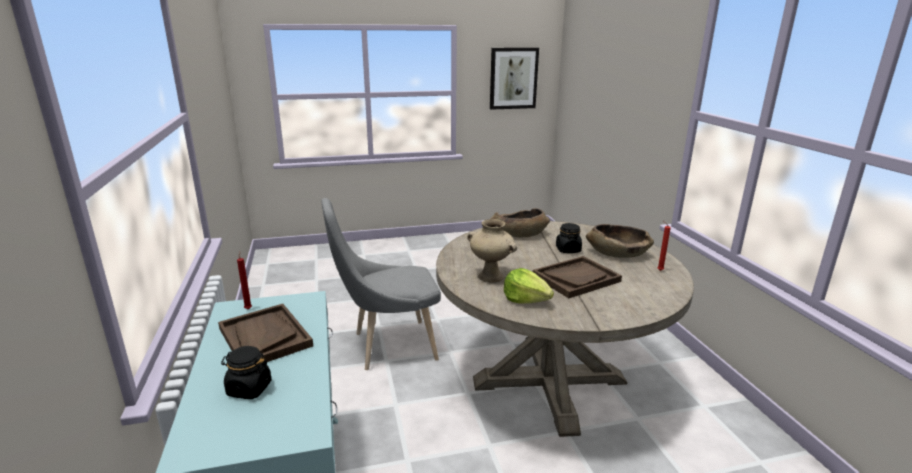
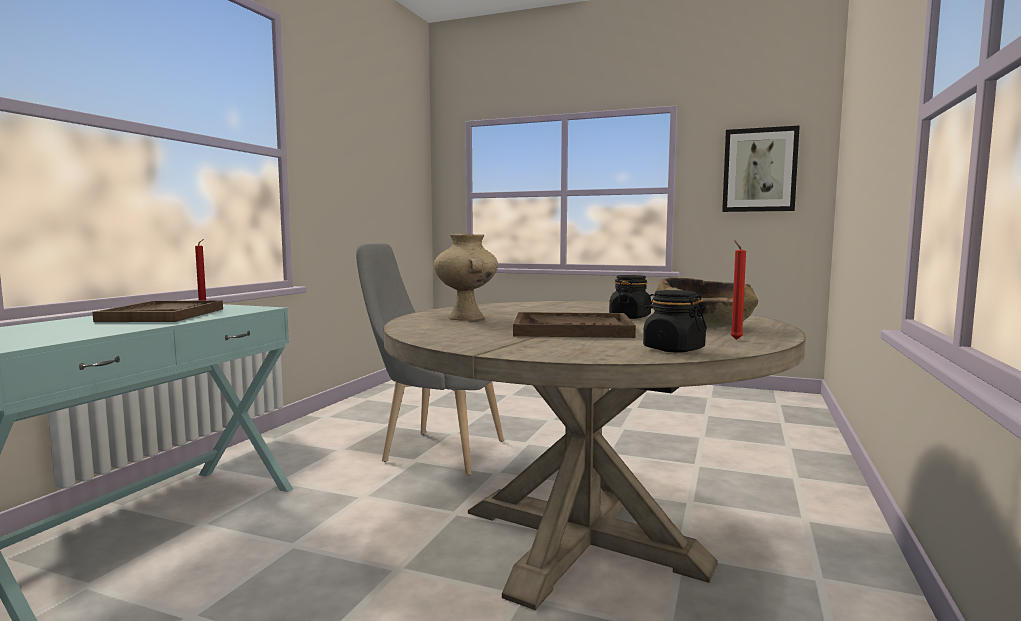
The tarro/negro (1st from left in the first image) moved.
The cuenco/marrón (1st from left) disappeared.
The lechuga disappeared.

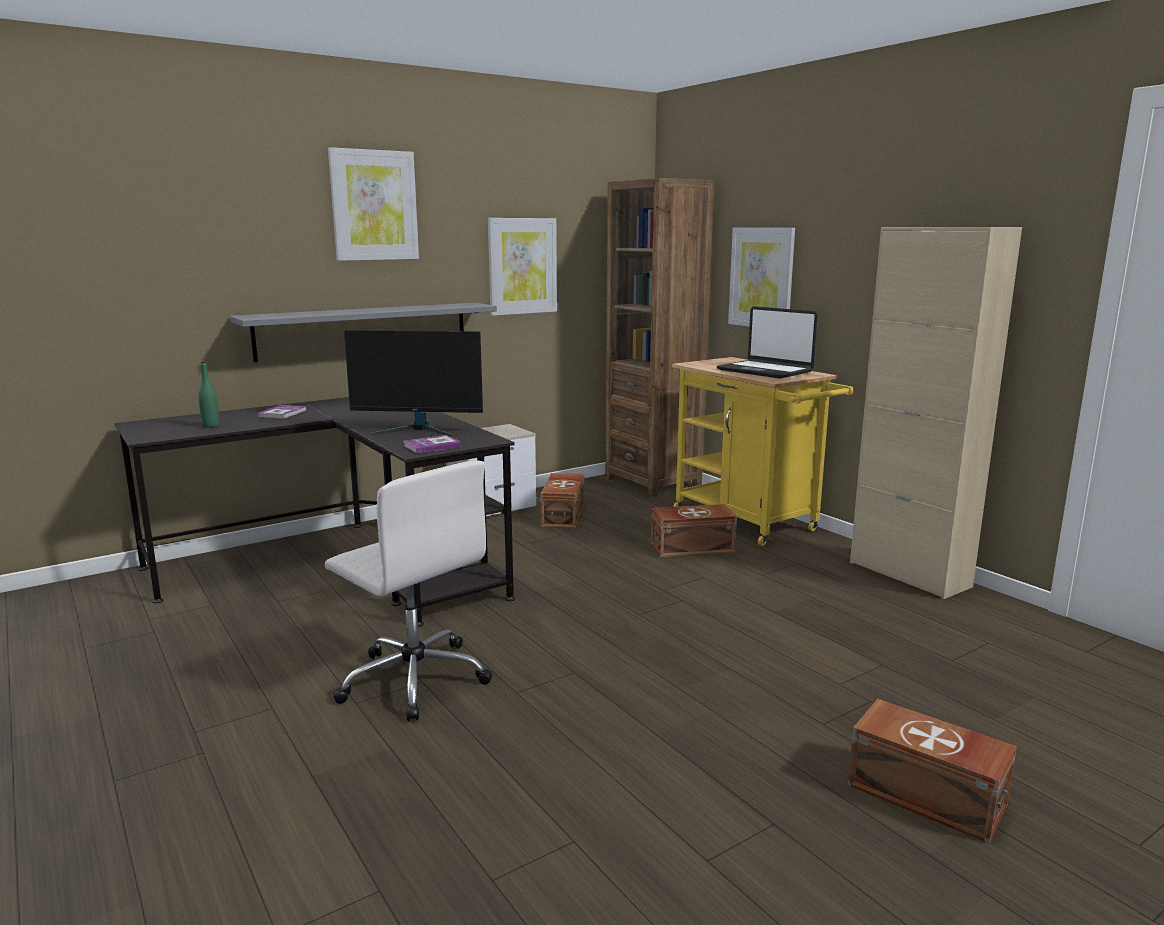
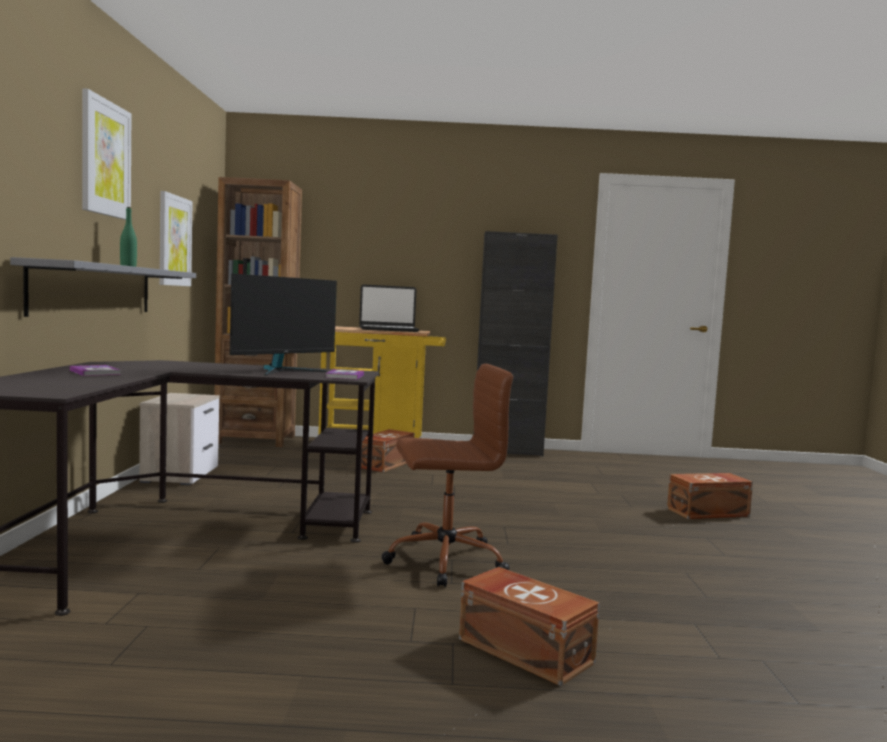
The botella/verde moved.
The silla de oficina/blanco became the silla de oficina/marrón.
The caja de almacenaje/marrón (1st from left in the first image) moved.
The cuadro (3rd from left) disappeared.
The armario/beis became the armario/negro.

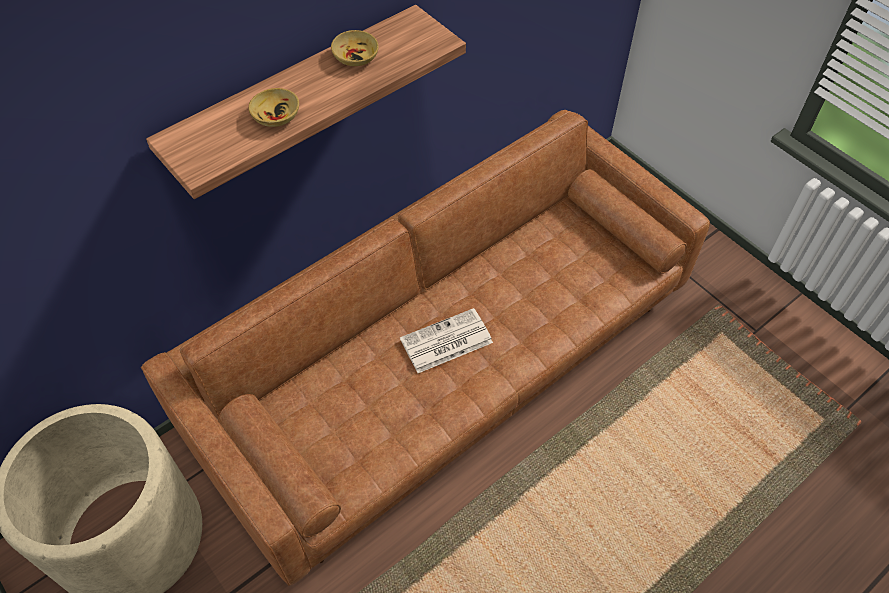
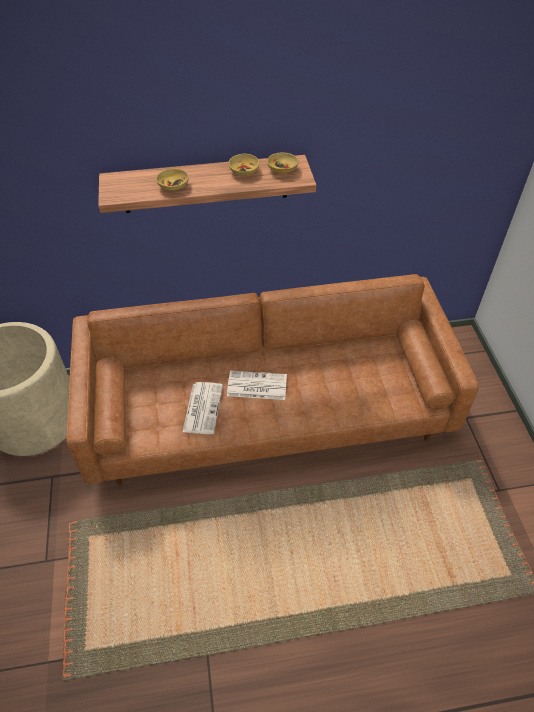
The periódico (1st from left) appeared.
The cuenco/beis (3rd from left) appeared.

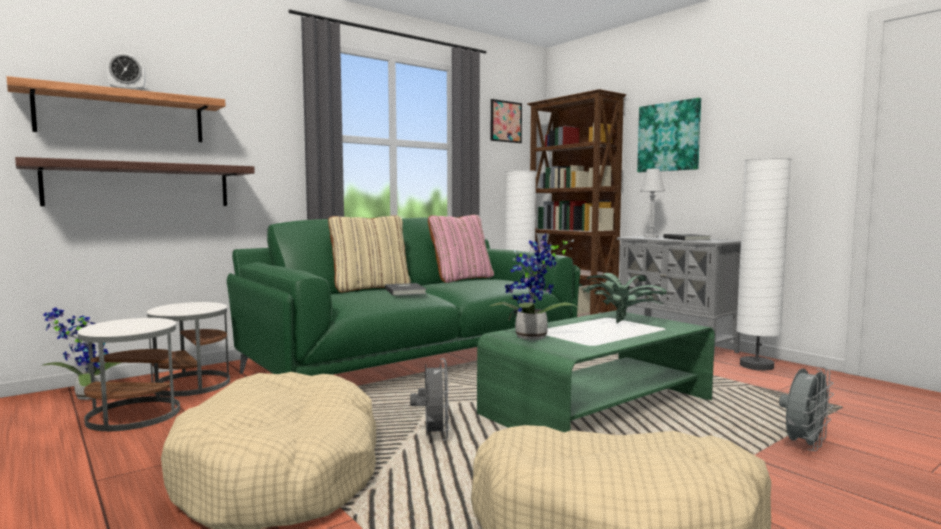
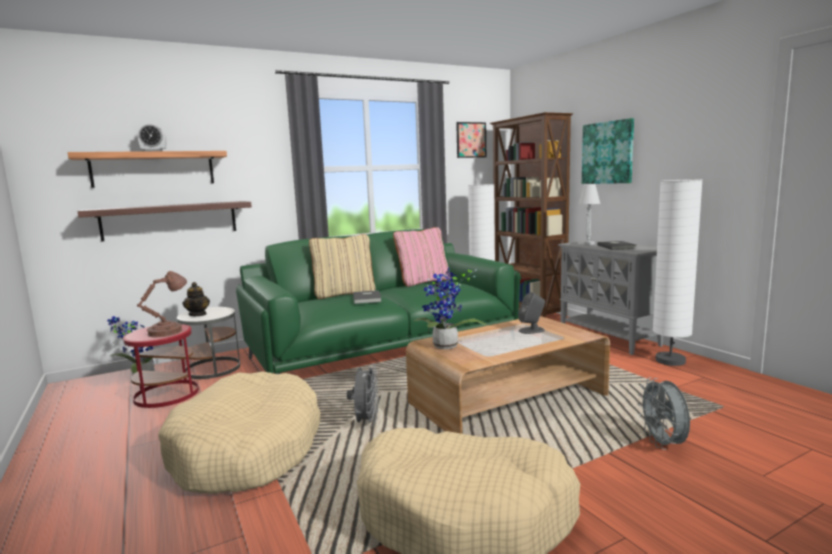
The mesa auxiliar/blanco (1st from left) became the mesa auxiliar/rojo.
The mesa de centro/verde became the mesa de centro/marrón.
The planta en maceta (3rd from left) was replaced by the altavoz/gris.
The ventilador/gris (2nd from left) turned 120 degrees clockwise.
The lámpara de mesa/marrón appeared.
The tetera appeared.

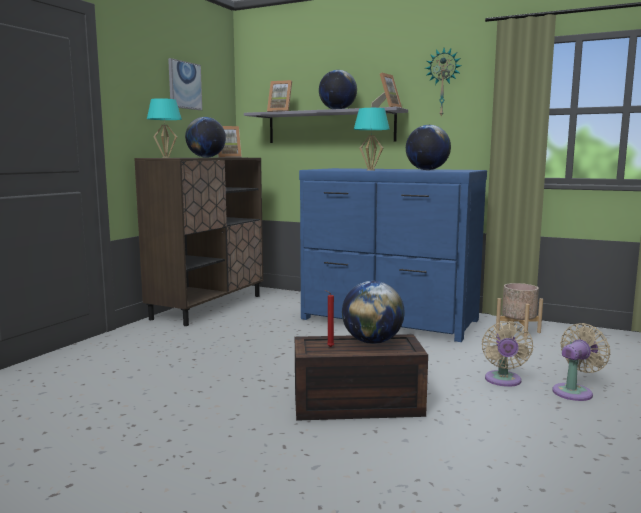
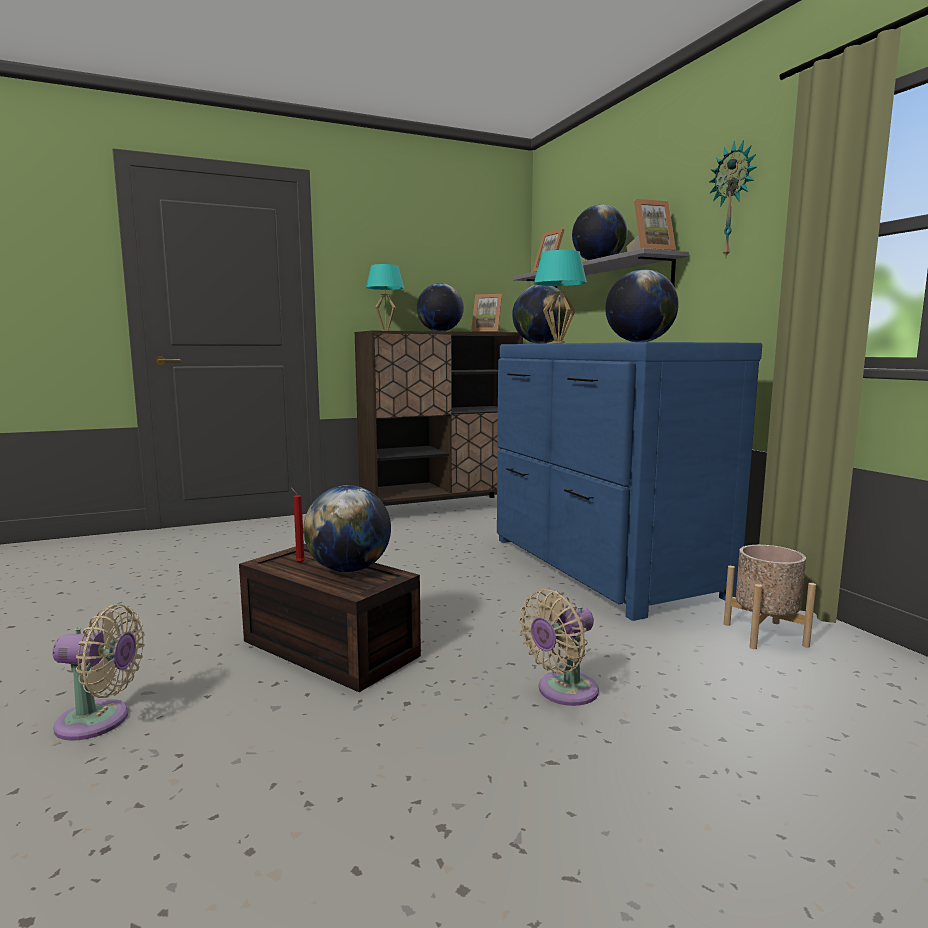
The cuadro disappeared.
The ventilador/beis (2nd from left in the first image) moved.
The globo terráqueo (3rd from left) appeared.

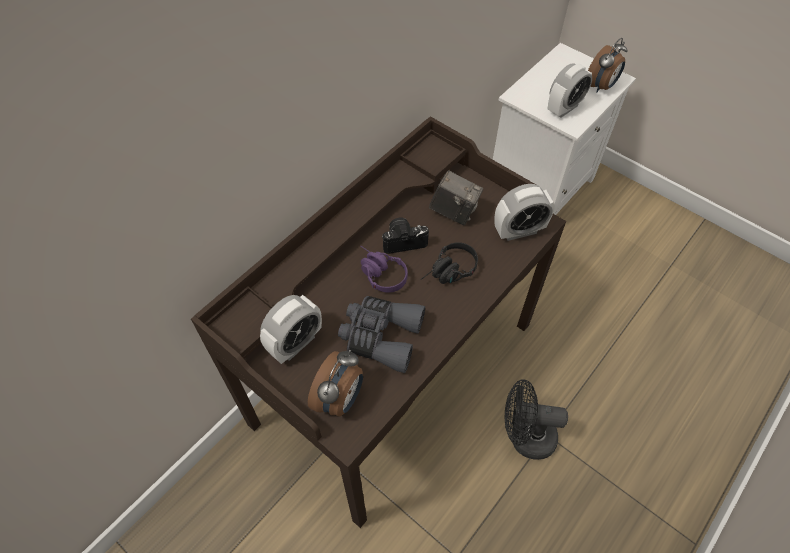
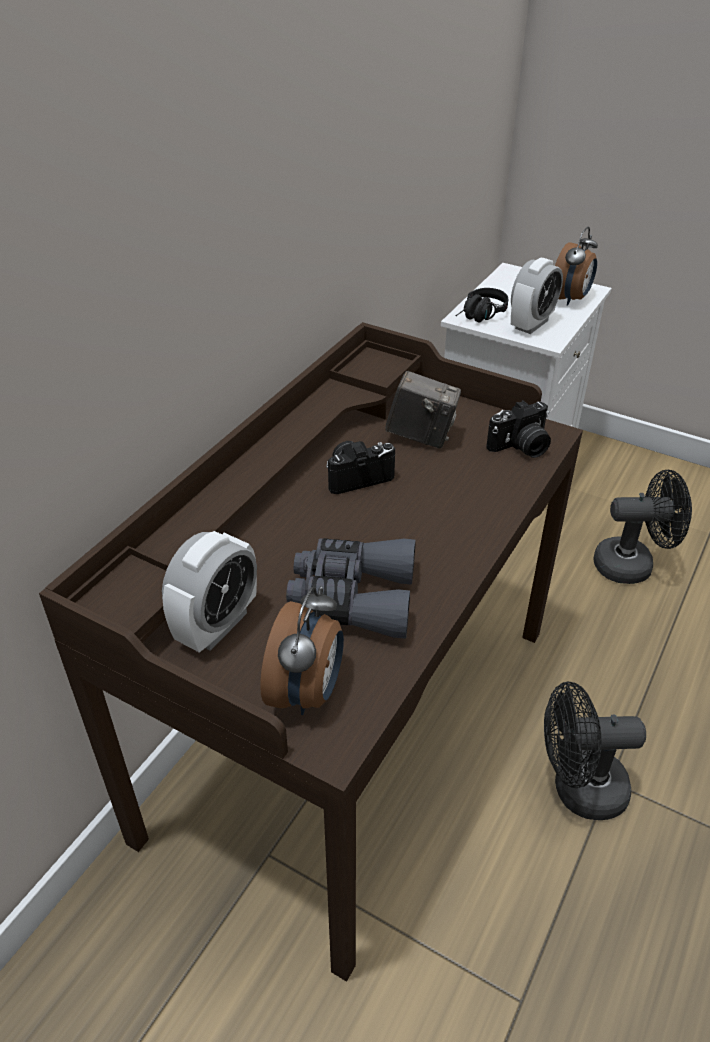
The auriculares/morado disappeared.
The auriculares/negro moved.
The despertador (3rd from left) was replaced by the cámara (3rd from left).
The ventilador/negro (2nd from left) appeared.

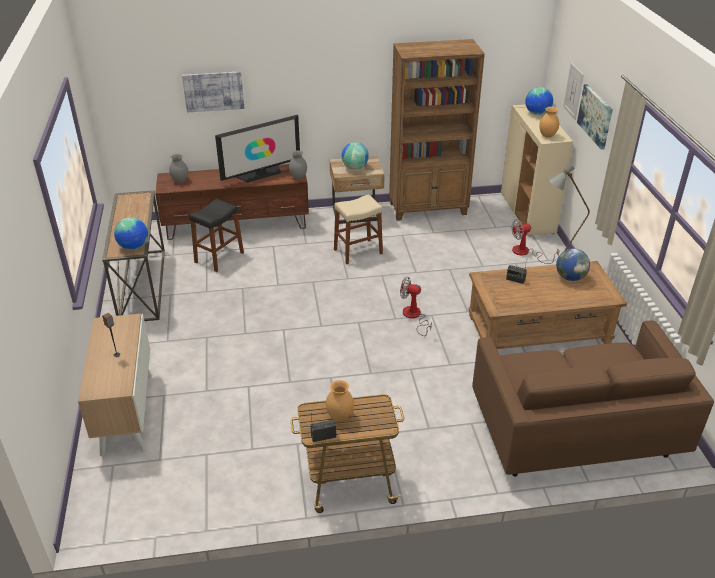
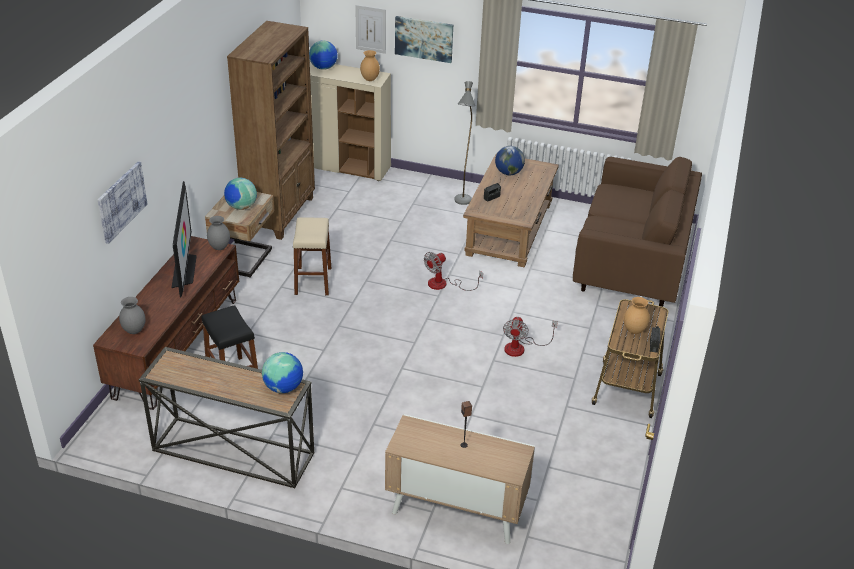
The ventilador (2nd from left) moved.

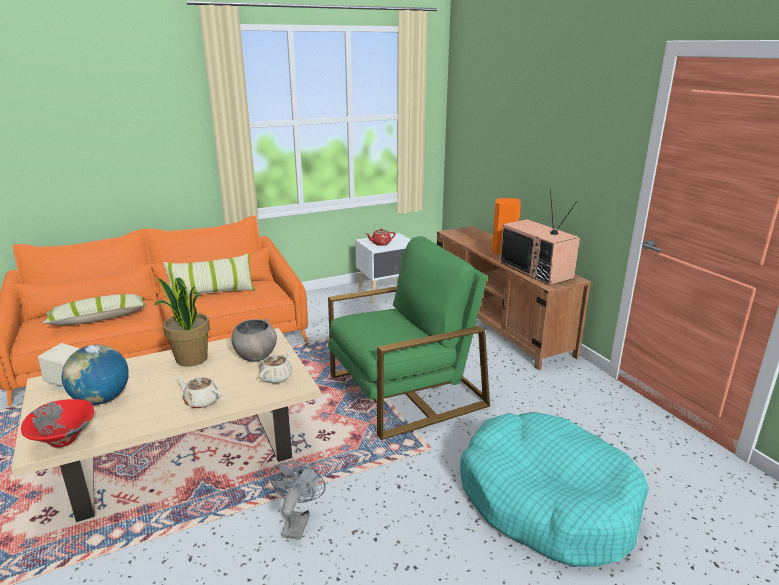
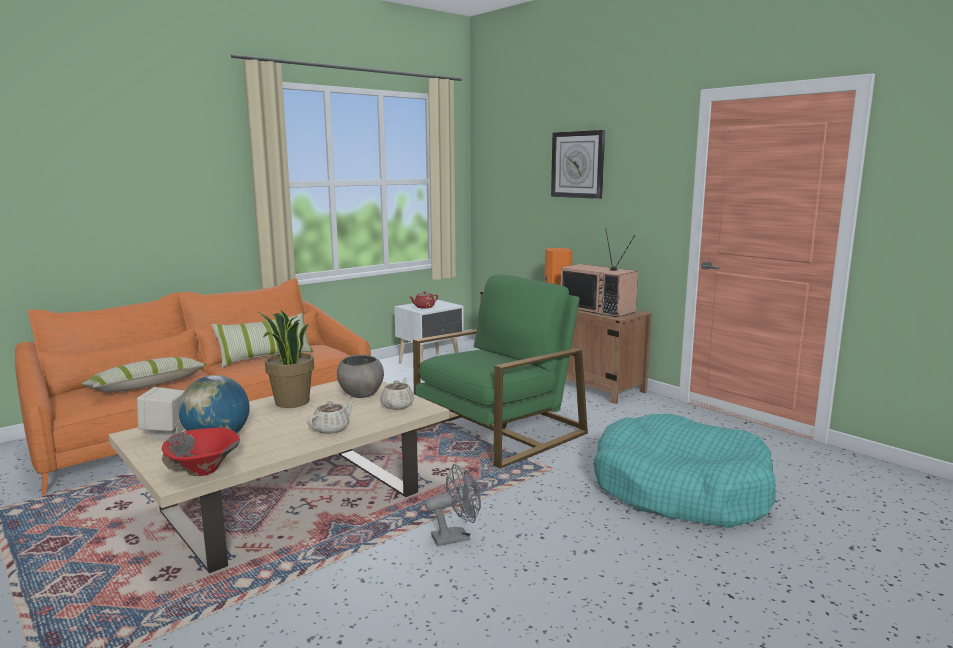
The tetera/beis (1st from left) turned 120 degrees clockwise.
The ventilador/gris turned 75 degrees clockwise.
The reloj de pared appeared.

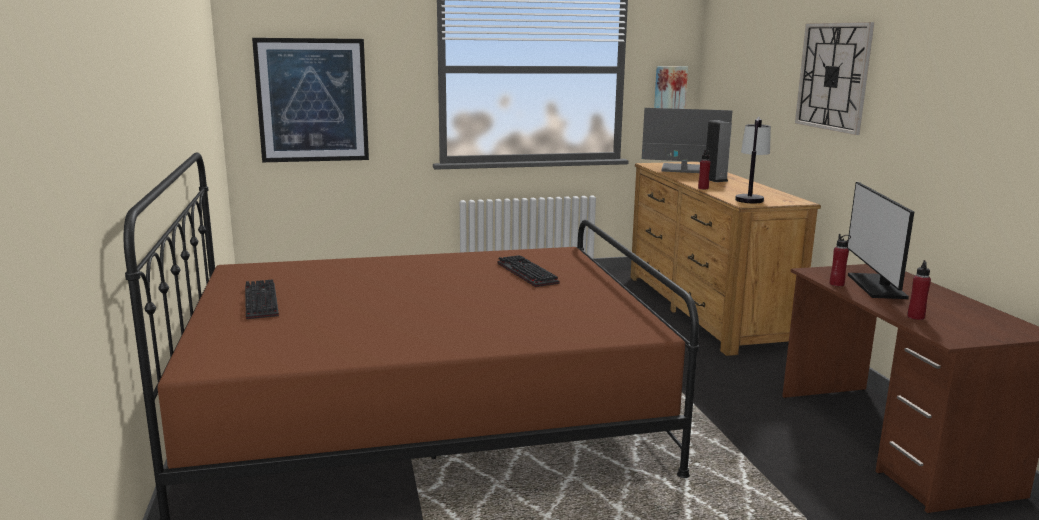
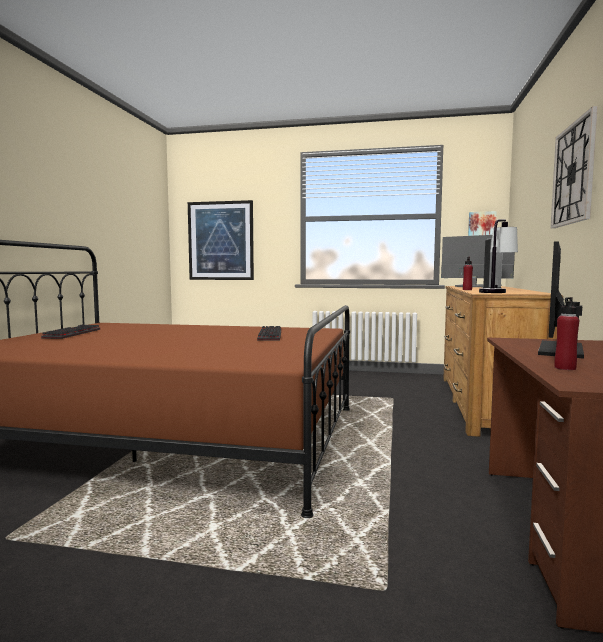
The botella/rojo (2nd from left) disappeared.

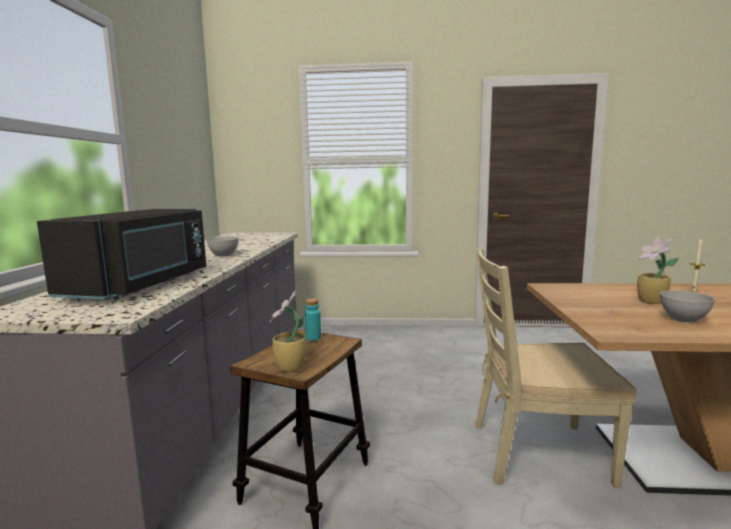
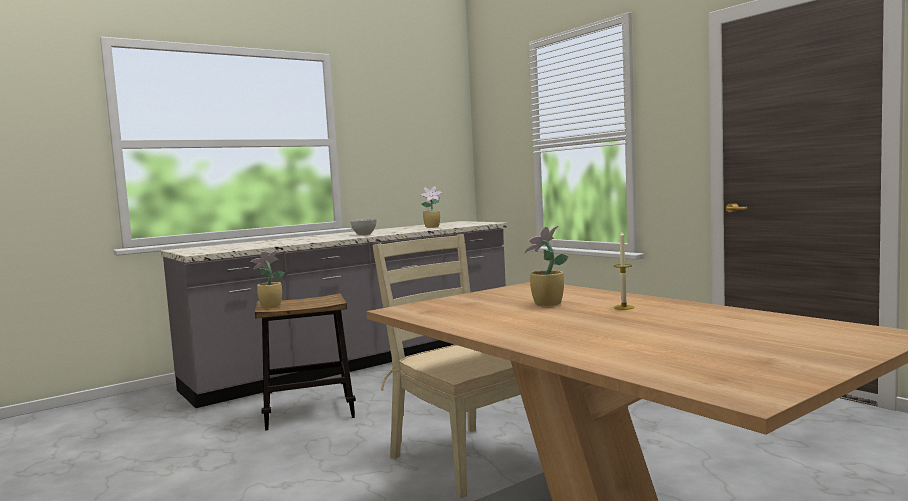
The microondas/negro disappeared.
The botella/turquesa disappeared.
The cuenco/gris (2nd from left) disappeared.
The planta en maceta (2nd from left) appeared.

